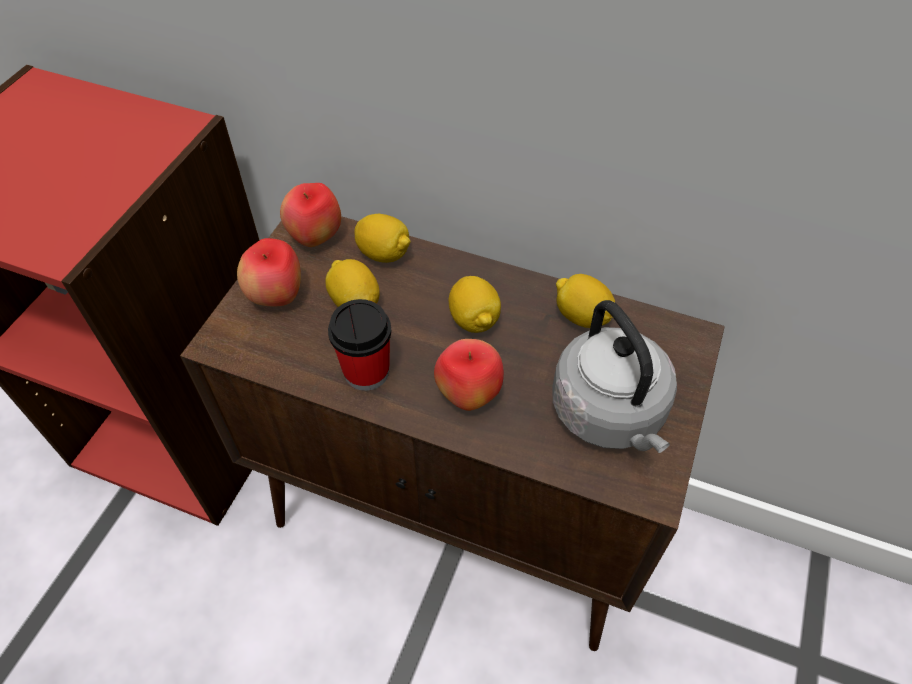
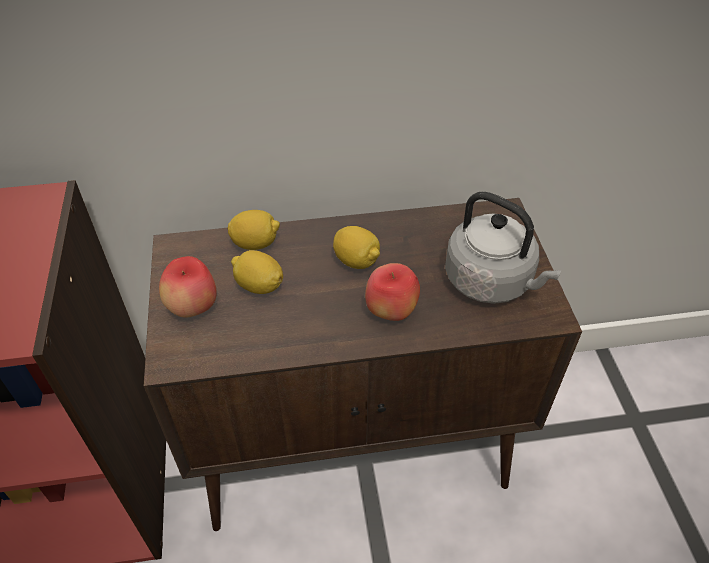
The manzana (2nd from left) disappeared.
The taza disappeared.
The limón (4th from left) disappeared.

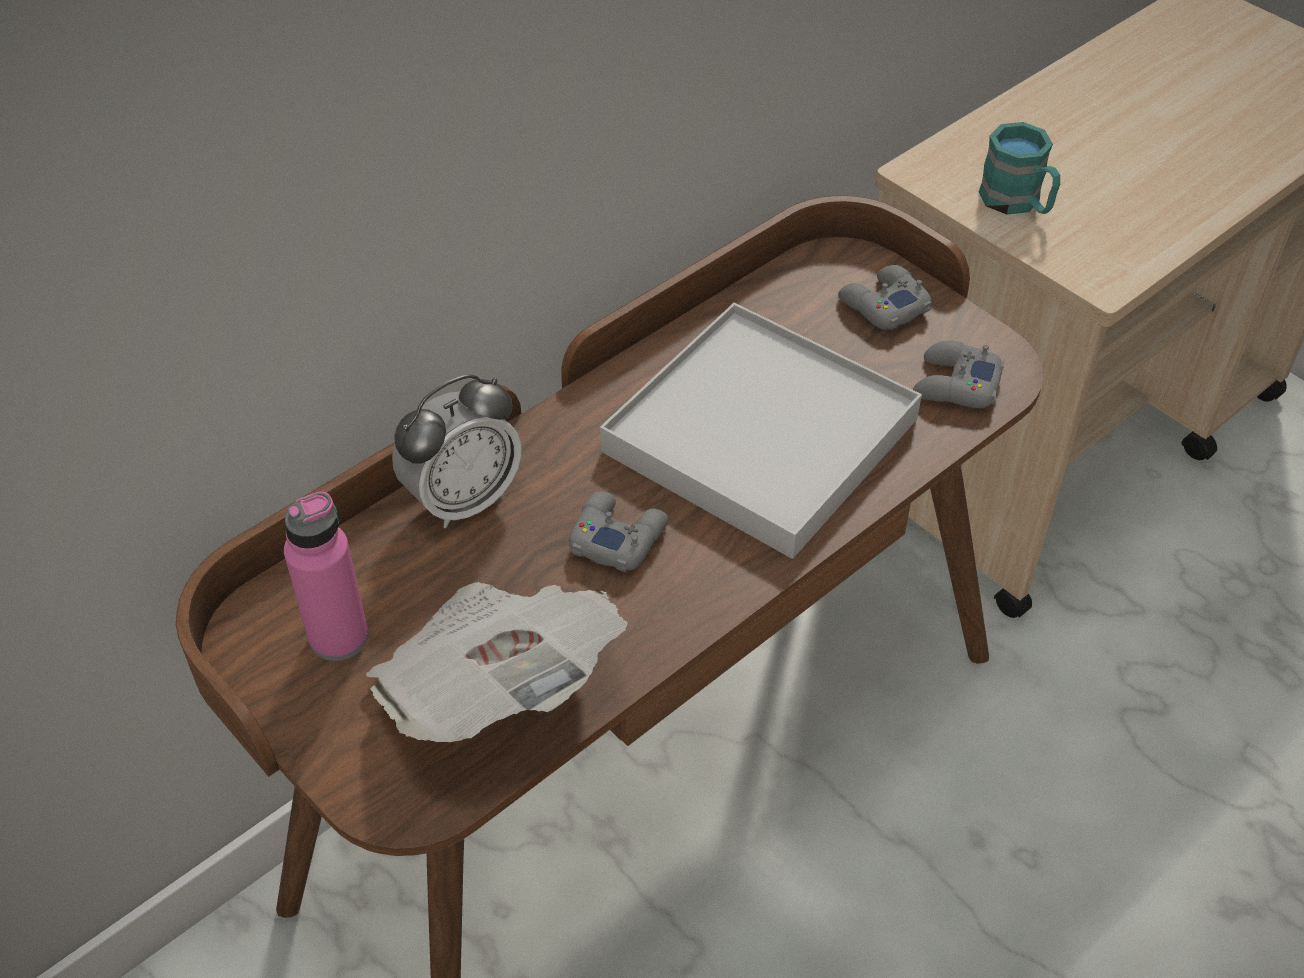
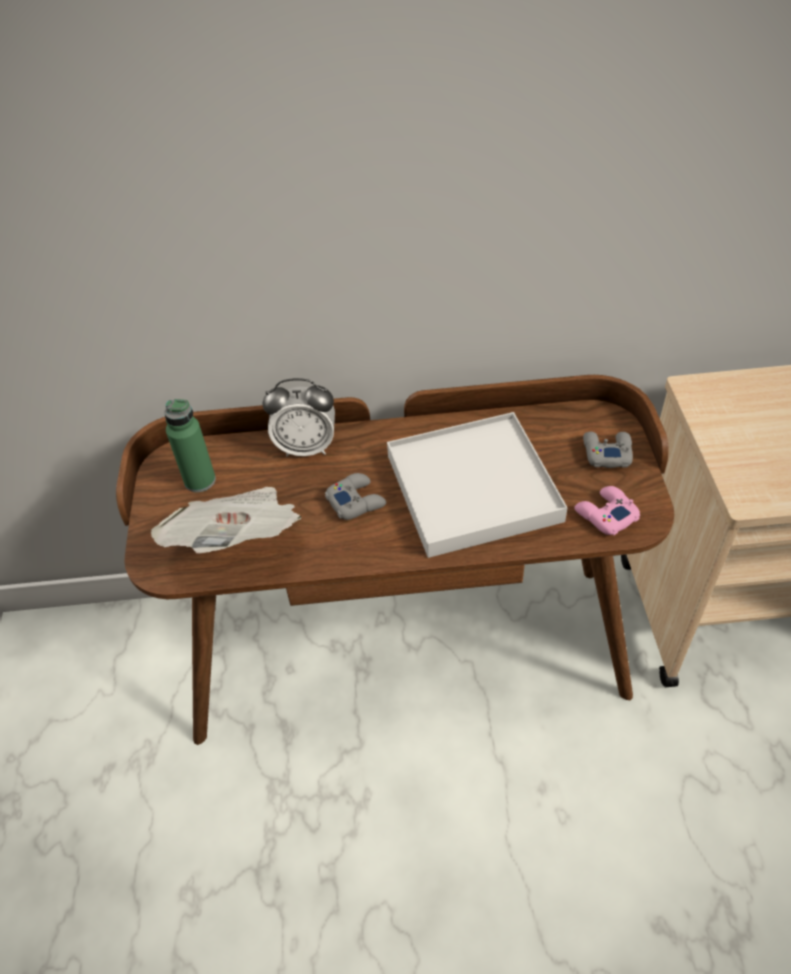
The botella/rosa became the botella/verde.
The mando de consola/gris (3rd from left) became the mando de consola/rosa.
The taza grande/turquesa disappeared.

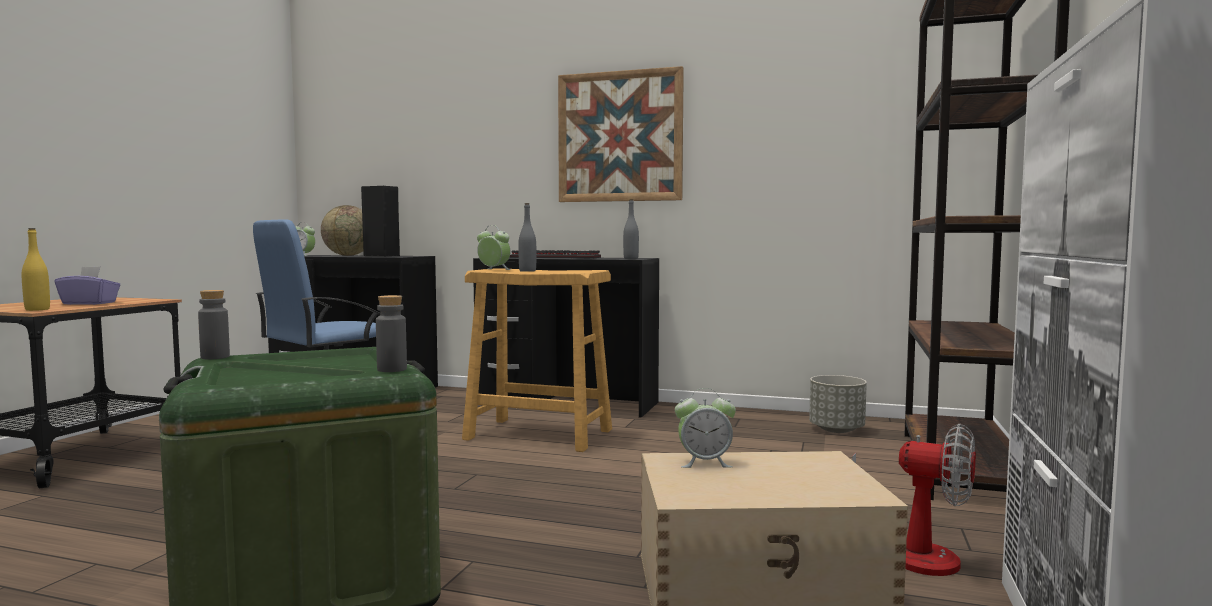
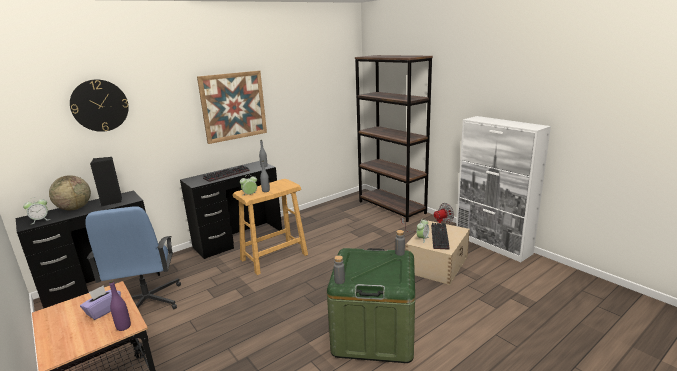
The botella/amarillo became the botella/morado.
The maceta/gris disappeared.
The reloj de pared appeared.
The teclado (2nd from left) appeared.

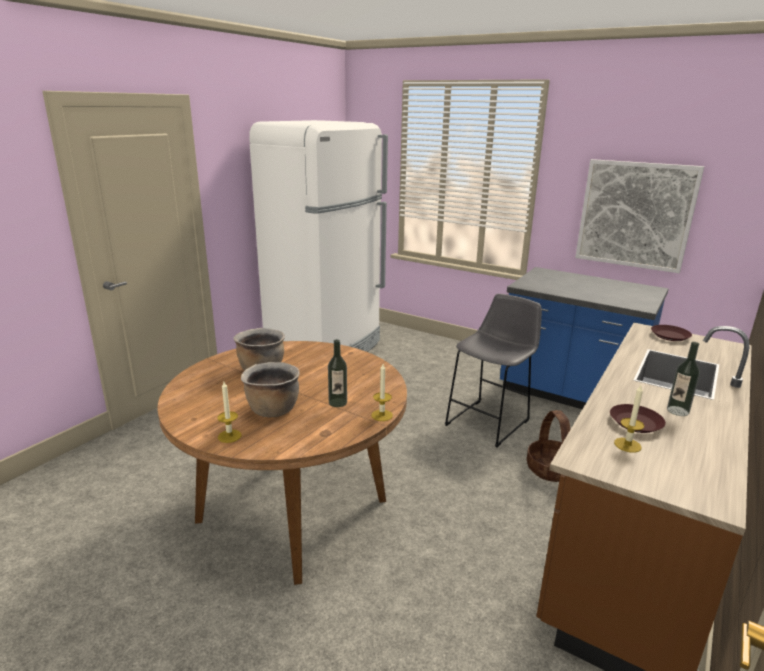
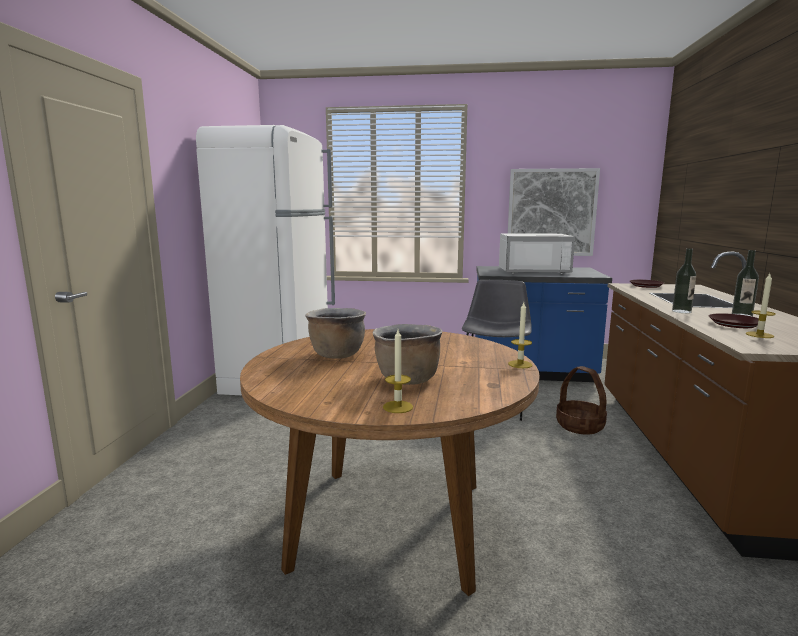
The botella (1st from left) moved.
The microondas/blanco appeared.

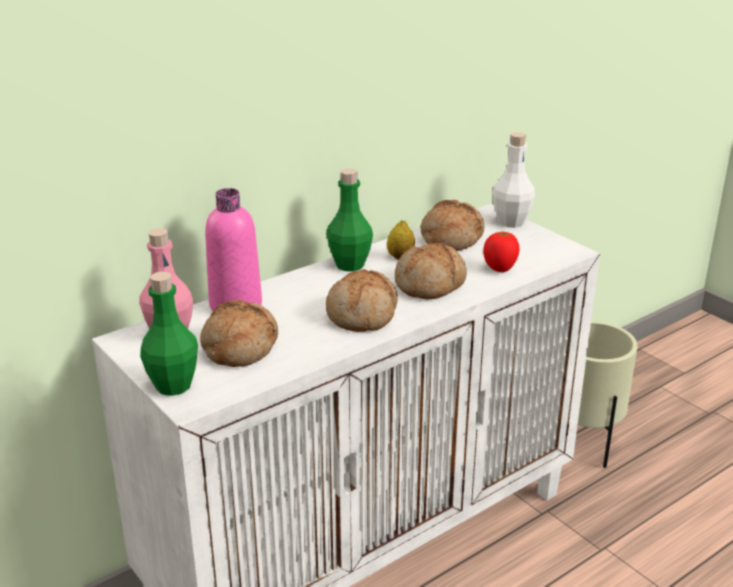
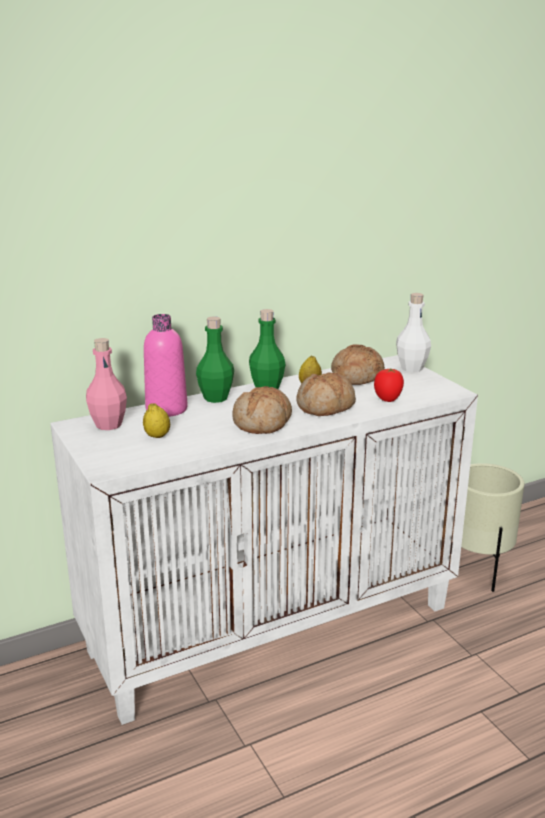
The botella/verde (1st from left) moved.
The pan (1st from left) was replaced by the limón (1st from left).

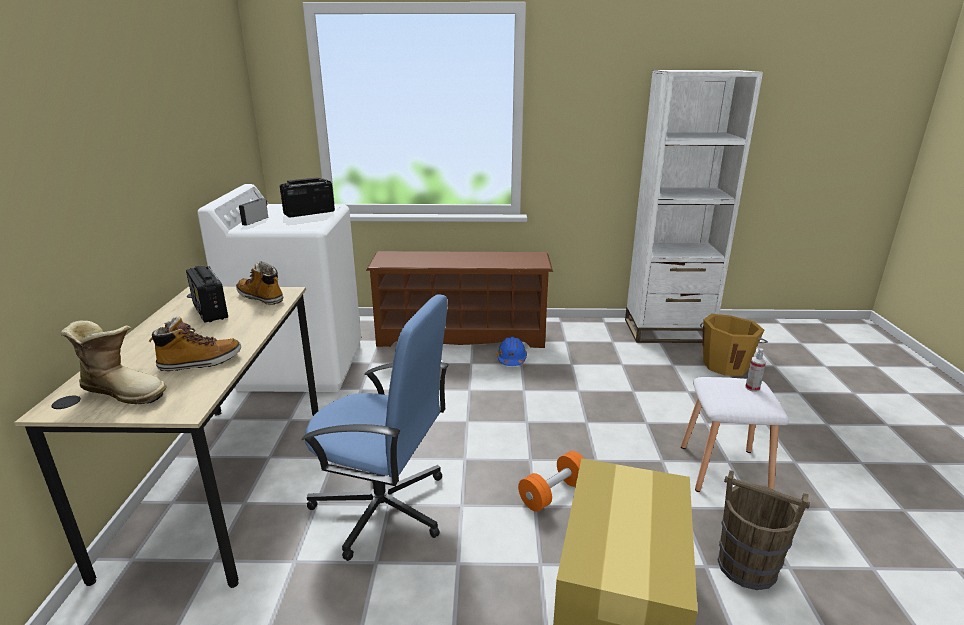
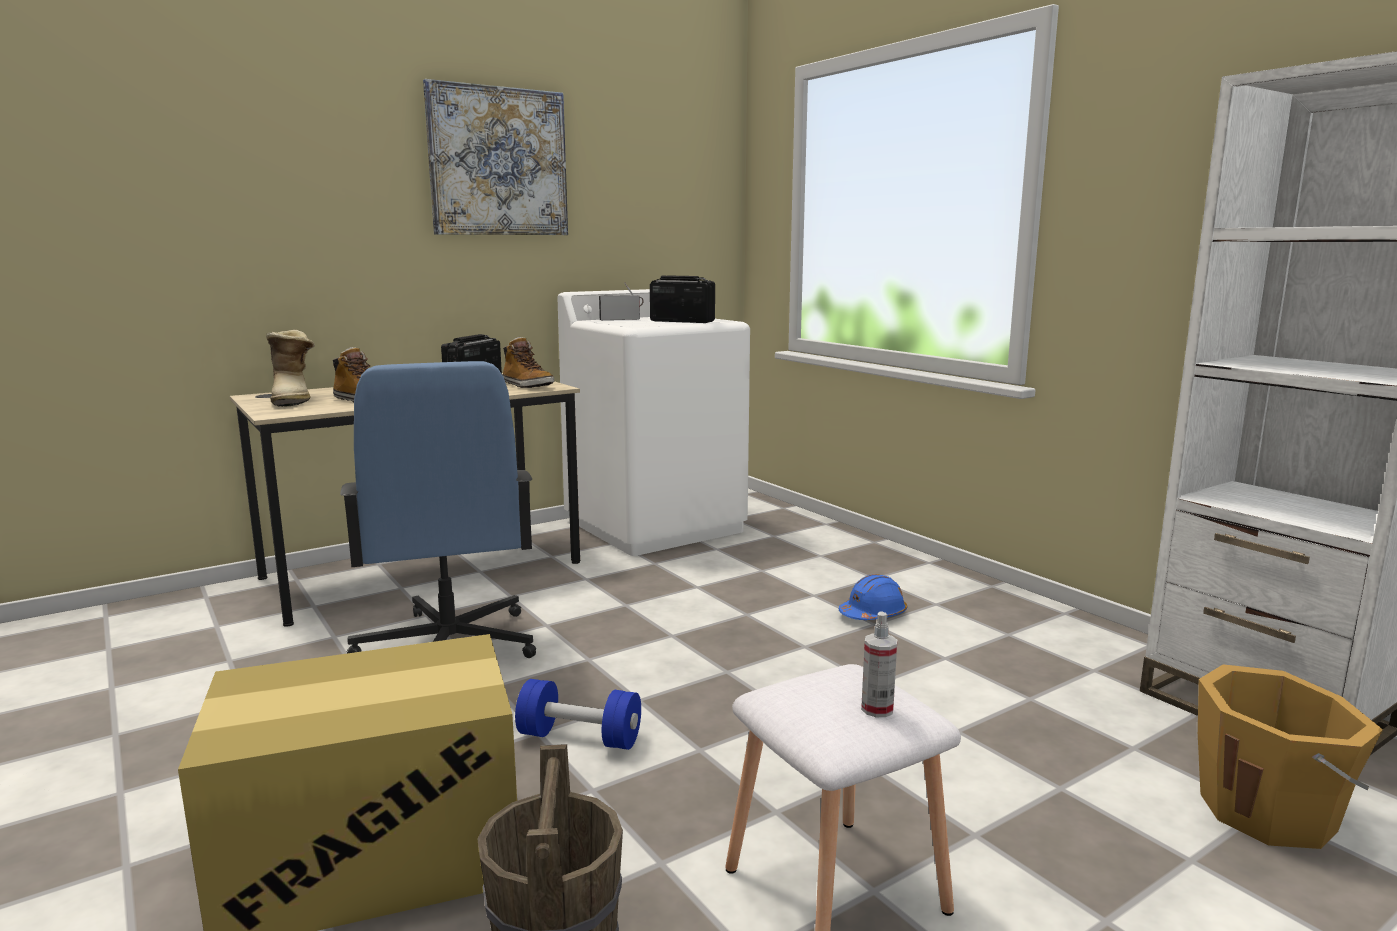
The bota (3rd from left) turned 135 degrees clockwise.
The zapatero/marrón disappeared.
The mancuerna/naranja became the mancuerna/azul.
The cuadro appeared.

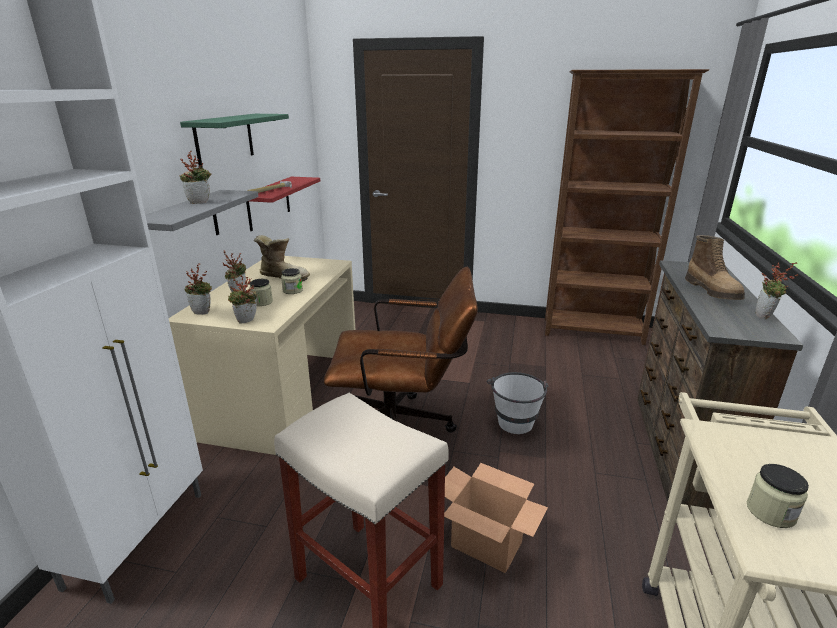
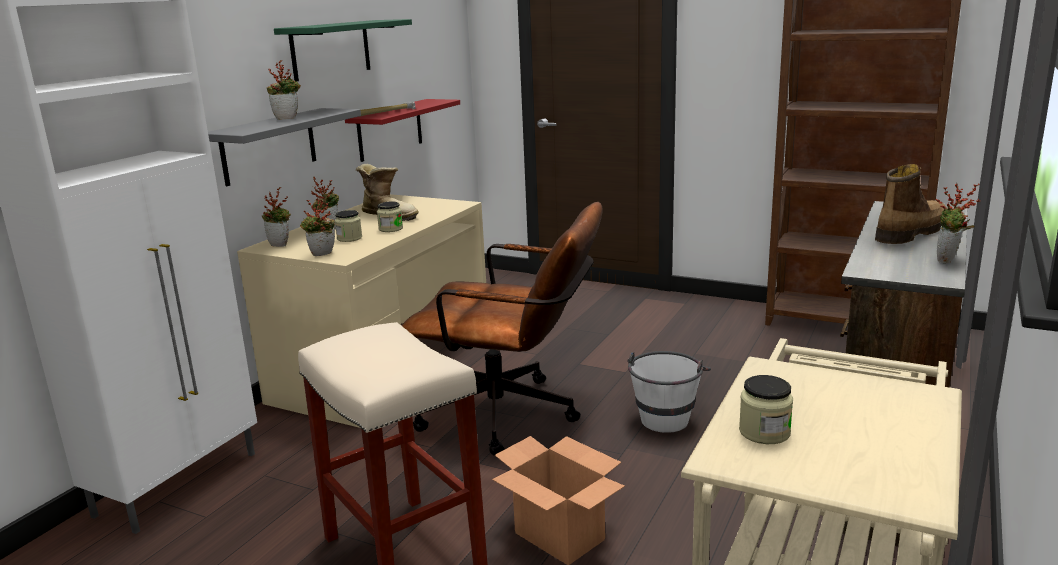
The bota (2nd from left) turned 135 degrees counterclockwise.

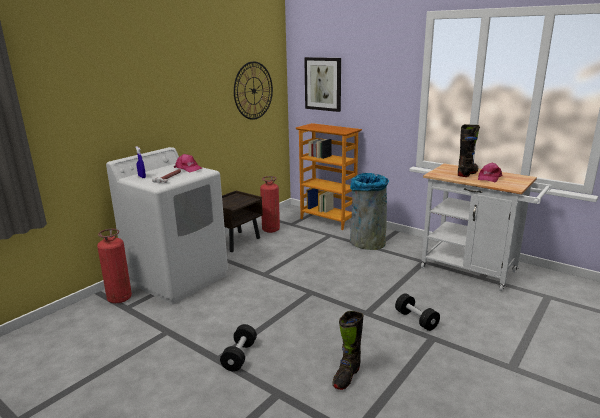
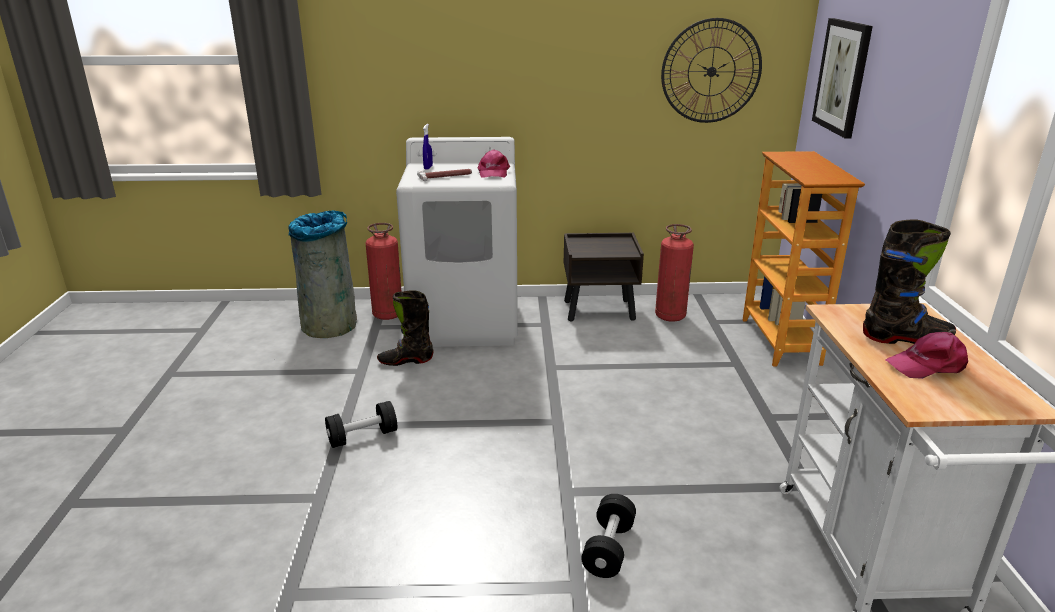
The bota/negro (1st from left) moved.
The papelera/gris moved.

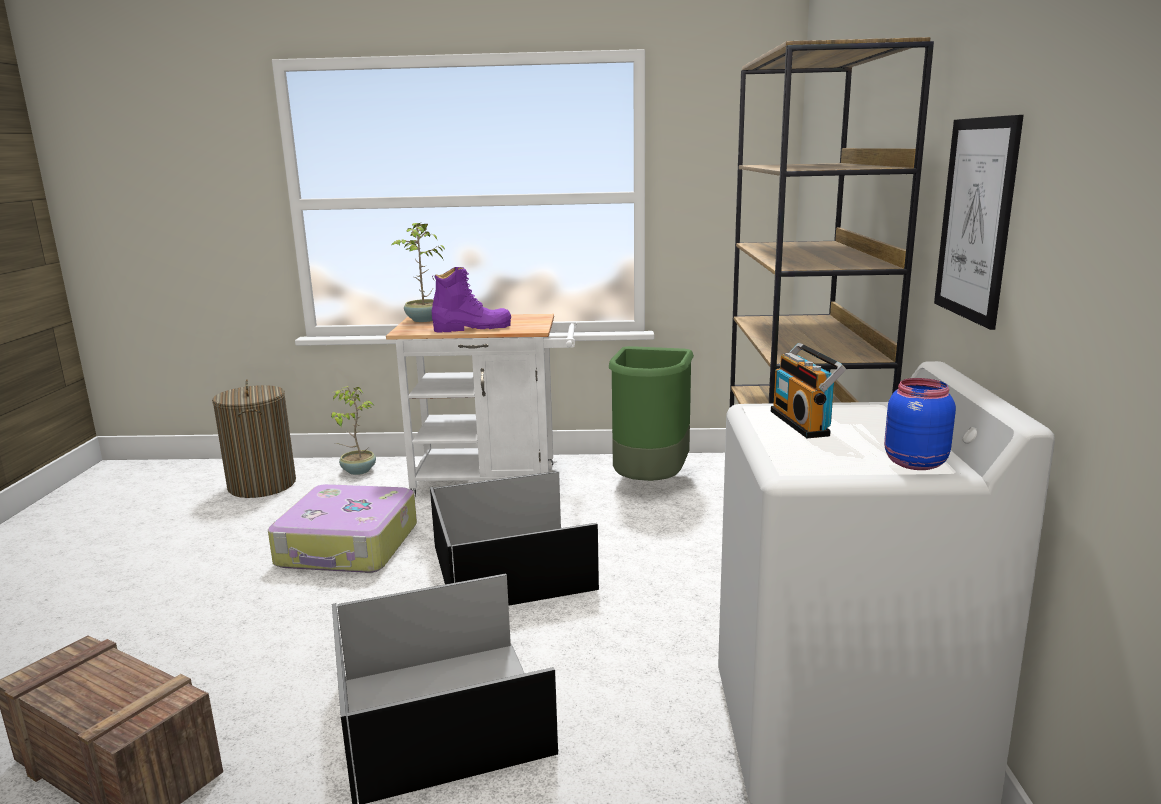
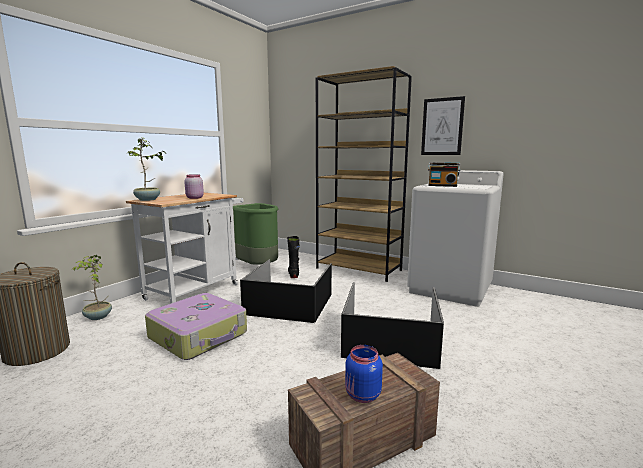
The bota/morado was replaced by the tarro/rosa.
The tarro/azul moved.
The bota/negro appeared.

